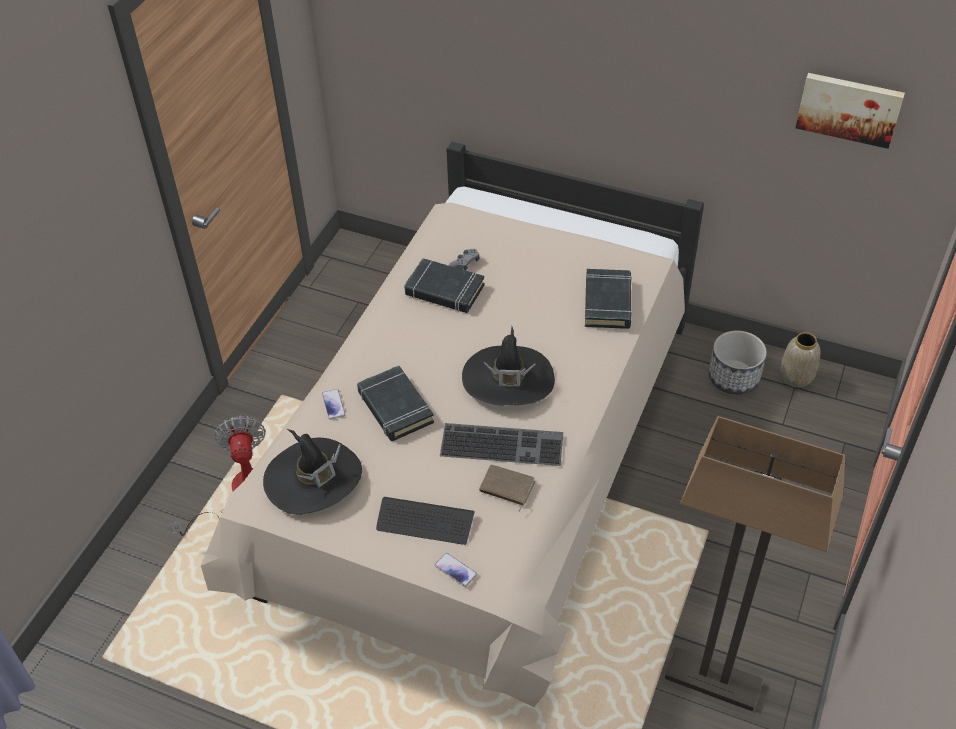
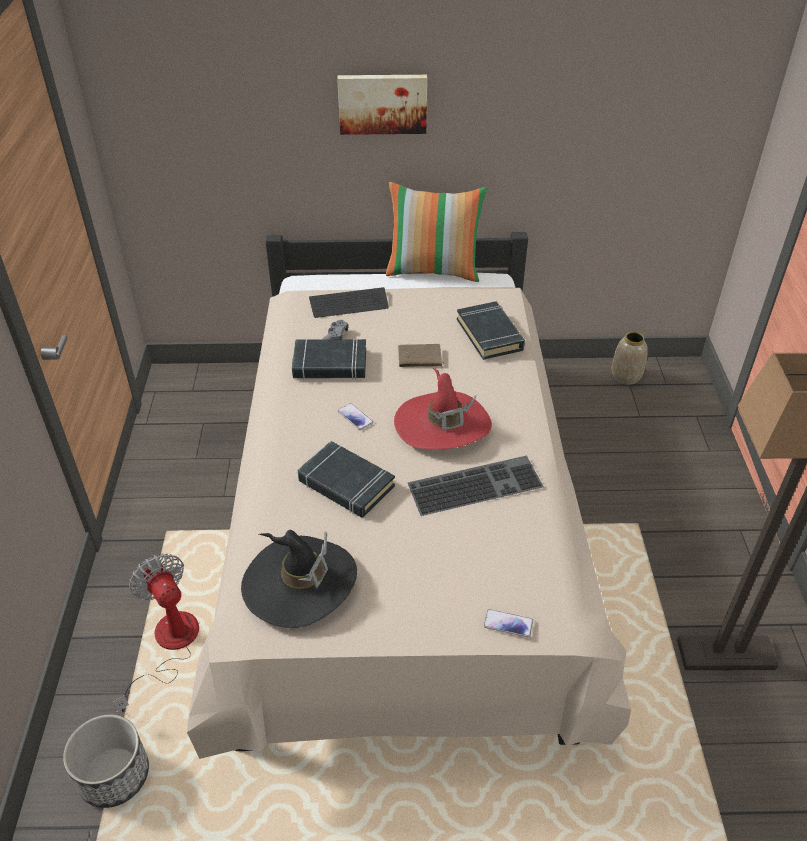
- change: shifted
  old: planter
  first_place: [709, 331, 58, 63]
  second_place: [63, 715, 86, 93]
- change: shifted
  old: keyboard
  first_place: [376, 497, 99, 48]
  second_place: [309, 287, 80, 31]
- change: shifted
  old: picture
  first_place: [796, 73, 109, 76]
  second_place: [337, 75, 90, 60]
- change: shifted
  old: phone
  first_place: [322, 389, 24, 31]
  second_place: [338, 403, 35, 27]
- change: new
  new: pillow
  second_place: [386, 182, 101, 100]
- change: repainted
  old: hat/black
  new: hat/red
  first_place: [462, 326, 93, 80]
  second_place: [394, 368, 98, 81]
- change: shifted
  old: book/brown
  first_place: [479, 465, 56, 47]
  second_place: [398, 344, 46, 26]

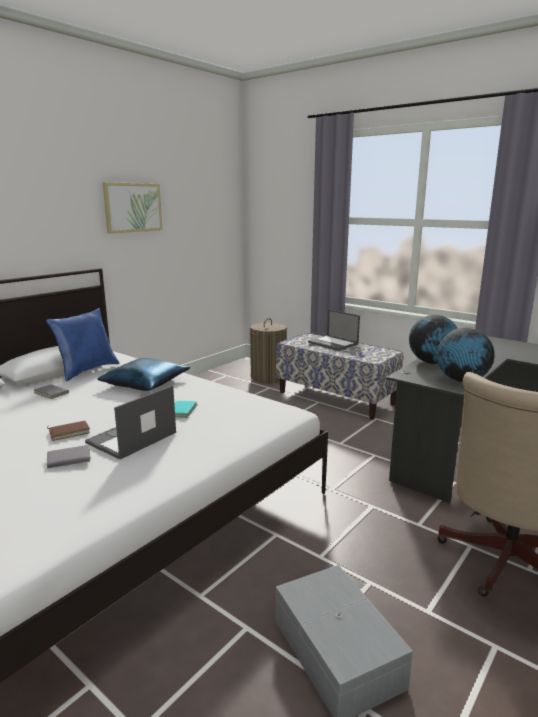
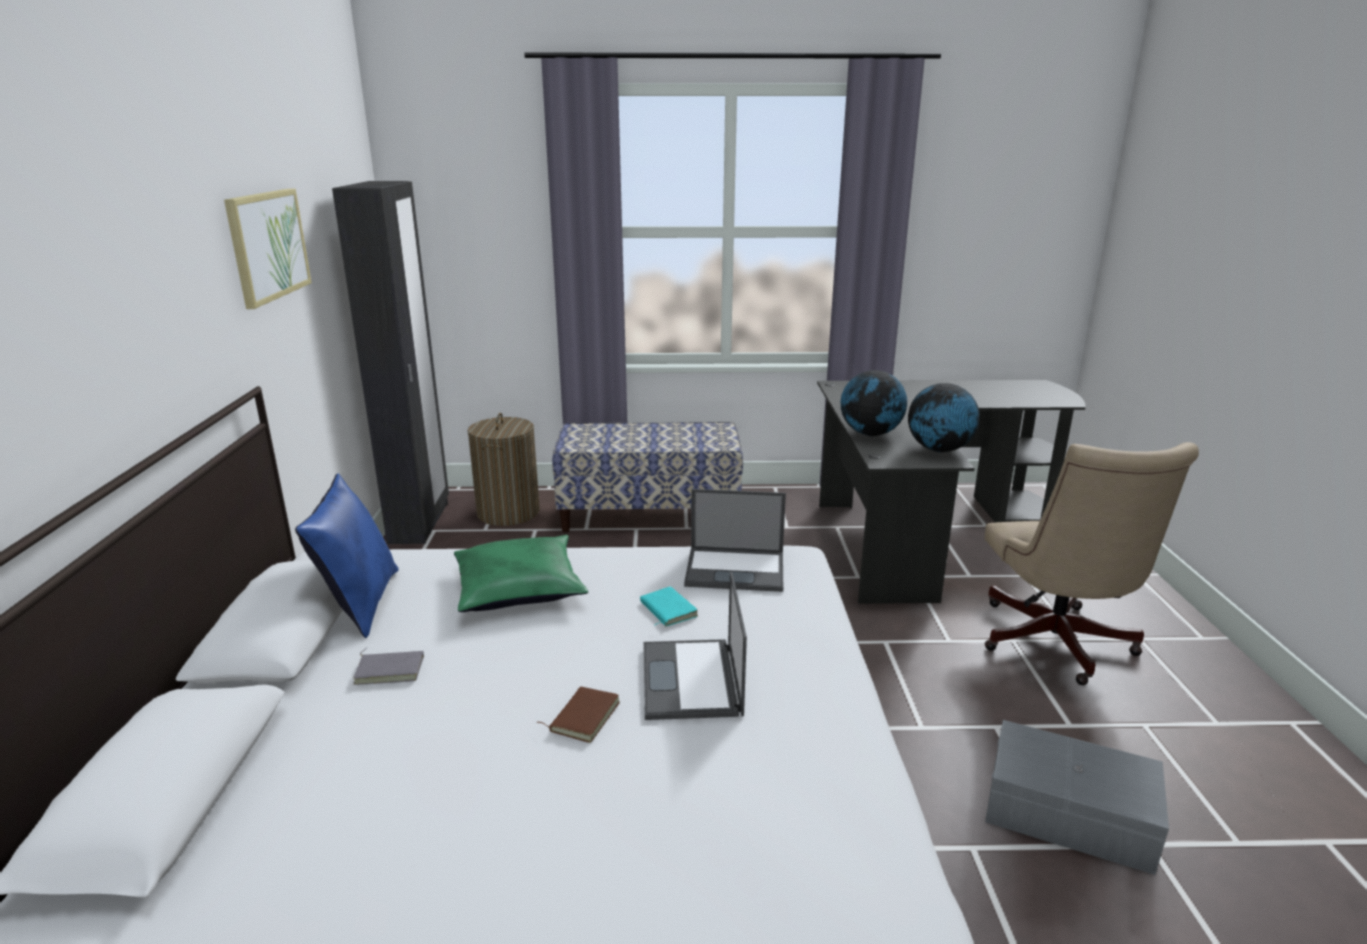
- change: new
  new: wardrobe/black
  second_place: [332, 181, 117, 363]
- change: repainted
  old: pillow/blue
  new: pillow/green
  first_place: [97, 358, 93, 33]
  second_place: [454, 535, 134, 77]
- change: shifted
  old: laptop
  first_place: [308, 309, 52, 42]
  second_place: [684, 489, 102, 103]
- change: gone
  old: book/grey
  first_place: [47, 445, 44, 23]

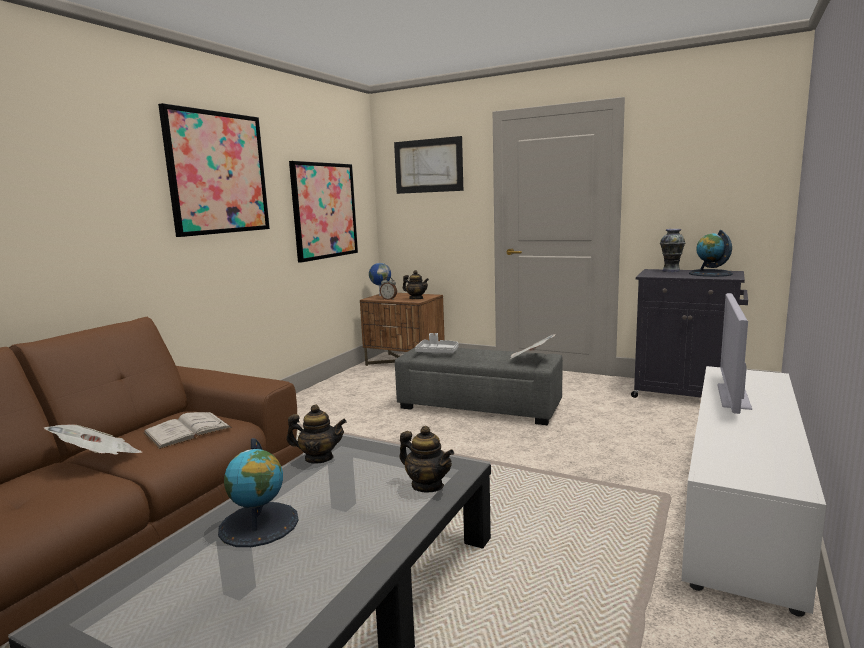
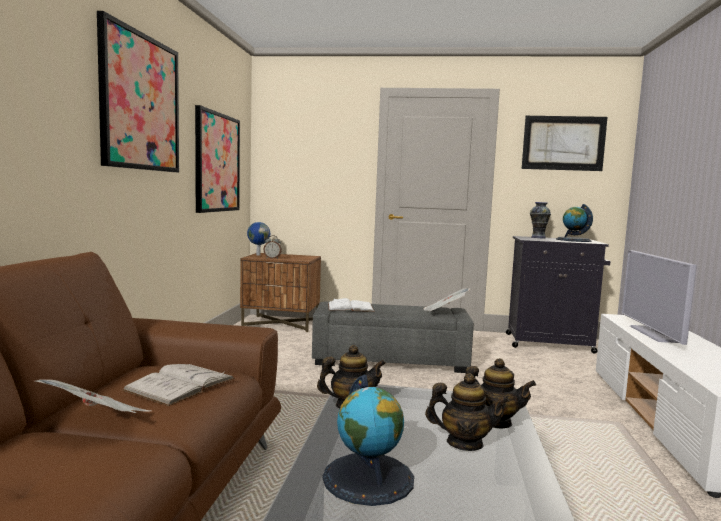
- change: swapped
  old: tray/grey
  new: book/white
  first_place: [415, 333, 44, 20]
  second_place: [328, 298, 46, 14]
- change: shifted
  old: teapot
  first_place: [403, 270, 26, 29]
  second_place: [425, 373, 84, 78]
- change: shifted
  old: picture
  first_place: [394, 136, 69, 58]
  second_place: [522, 116, 86, 55]

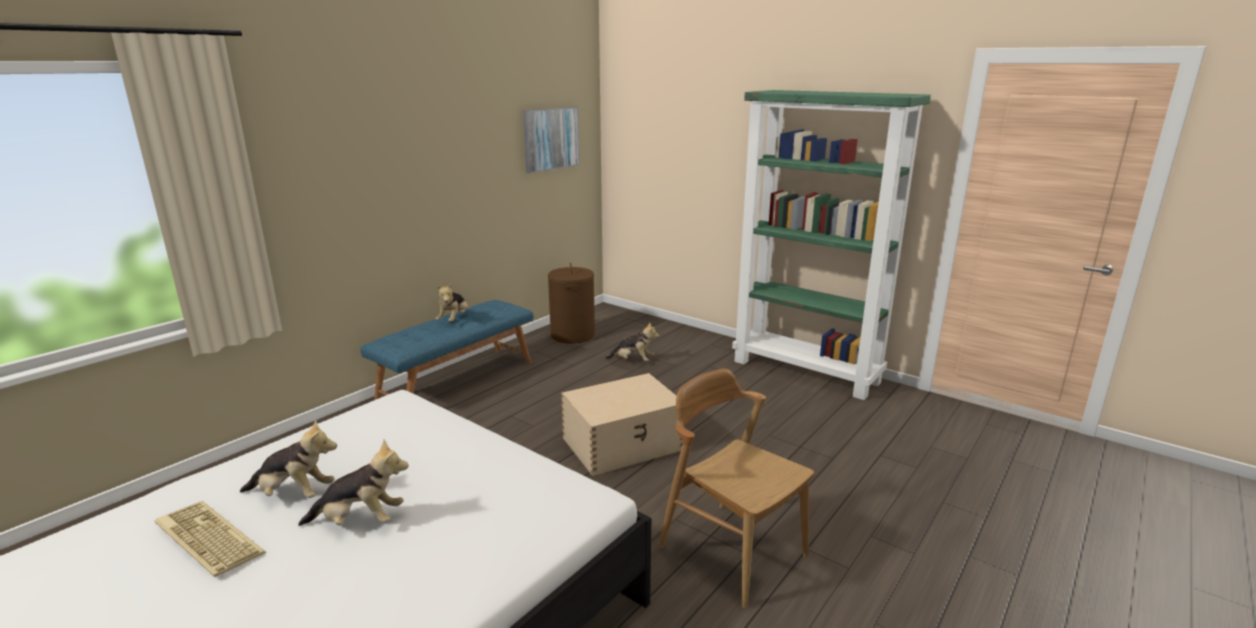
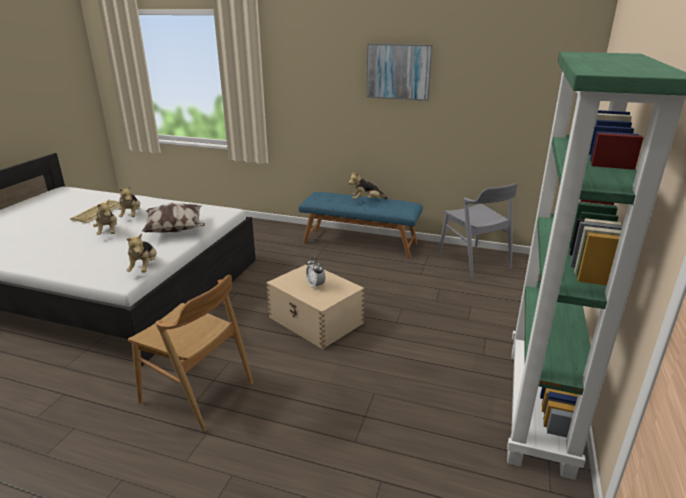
- change: shifted
  old: plush toy
  first_place: [606, 322, 53, 39]
  second_place: [127, 233, 30, 39]
- change: rotated
  old: chair/brown
  first_place: [659, 368, 155, 240]
  second_place: [128, 275, 125, 157]
  degrees: 90
- change: new
  new: pillow
  second_place: [142, 203, 63, 30]
- change: new
  new: alarm clock
  second_place: [306, 257, 19, 32]
- change: shifted
  old: picture
  first_place: [523, 107, 57, 67]
  second_place: [366, 43, 67, 58]
- change: swapped
  old: laundry basket/brown
  new: chair/grey
  first_place: [548, 263, 47, 81]
  second_place: [438, 183, 80, 96]

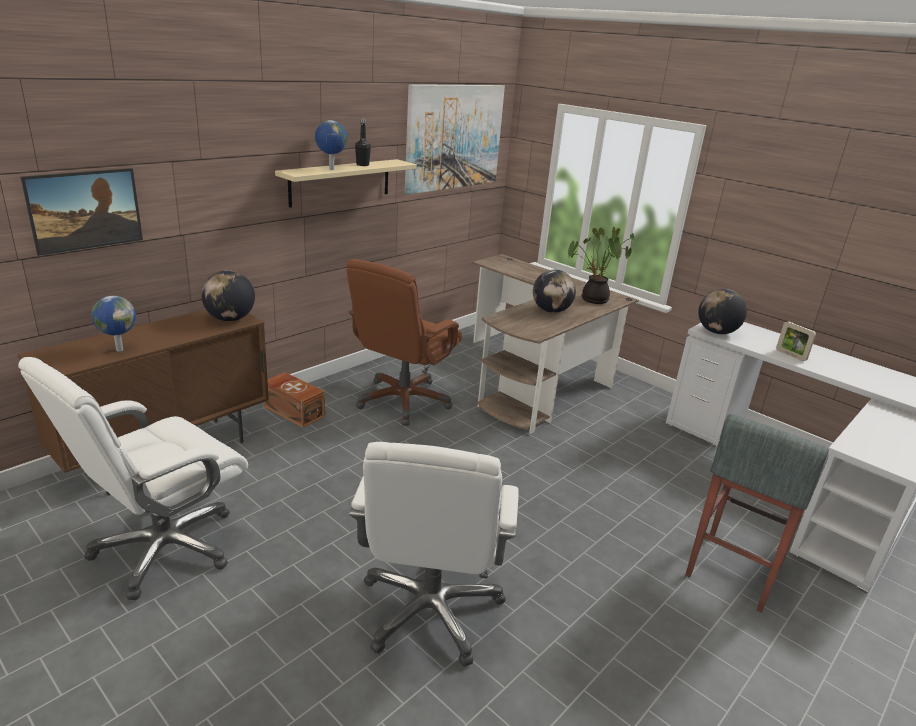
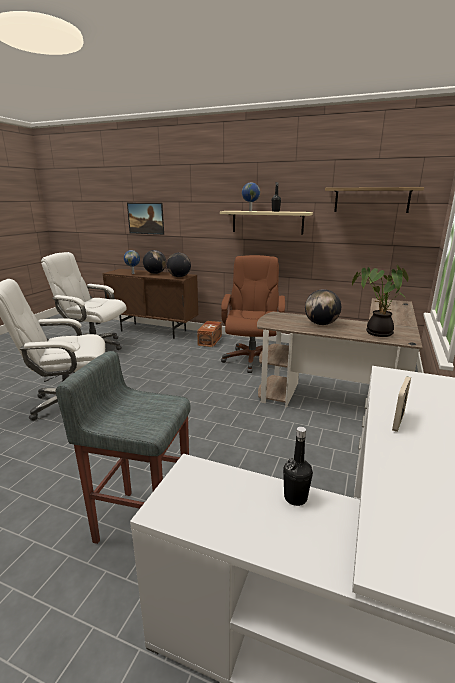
- change: shifted
  old: globe
  first_place: [698, 289, 49, 45]
  second_place: [143, 250, 23, 24]
- change: rotated
  old: office chair/brown
  first_place: [346, 259, 116, 167]
  second_place: [221, 255, 64, 118]
  degrees: 90
- change: new
  new: bottle/black
  second_place: [283, 427, 30, 79]
- change: swapped
  old: picture
  new: shelf
  first_place: [405, 84, 100, 111]
  second_place: [325, 187, 99, 26]

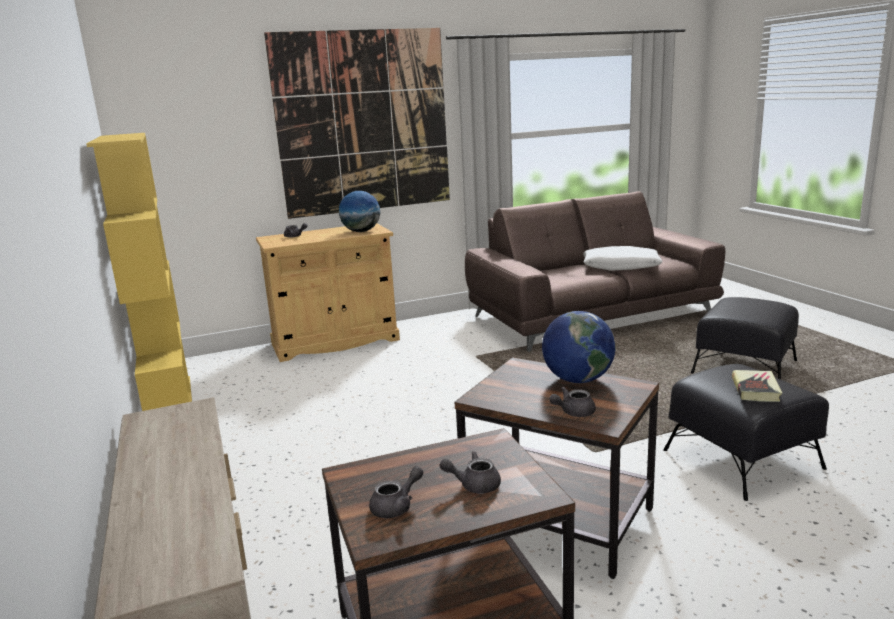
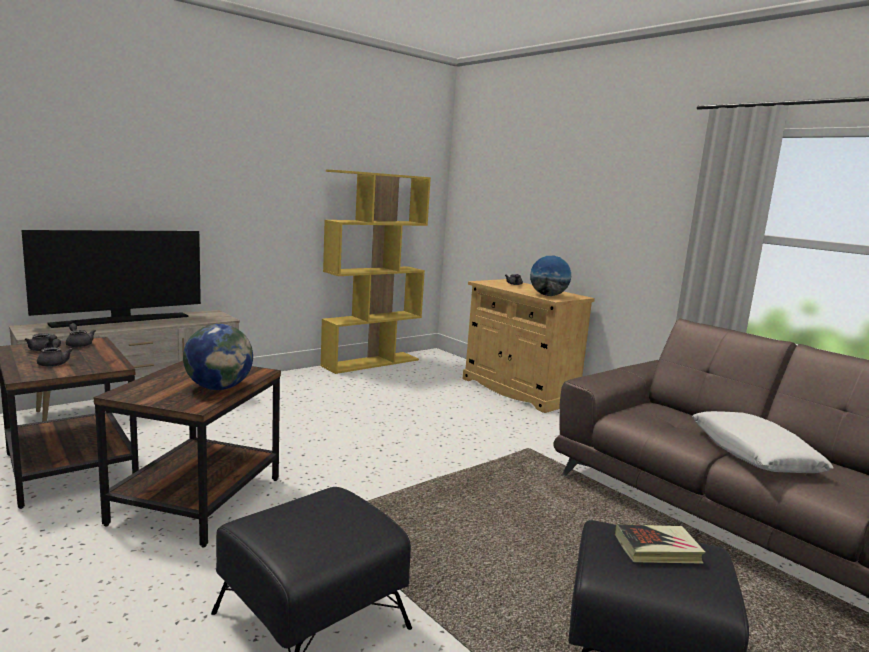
- change: new
  new: television
  second_place: [22, 230, 179, 98]
- change: shifted
  old: teapot/grey
  first_place: [549, 387, 47, 30]
  second_place: [66, 323, 30, 24]
- change: shifted
  old: book
  first_place: [732, 370, 50, 32]
  second_place: [615, 524, 90, 40]
- change: gone
  old: picture
  first_place: [264, 28, 186, 191]

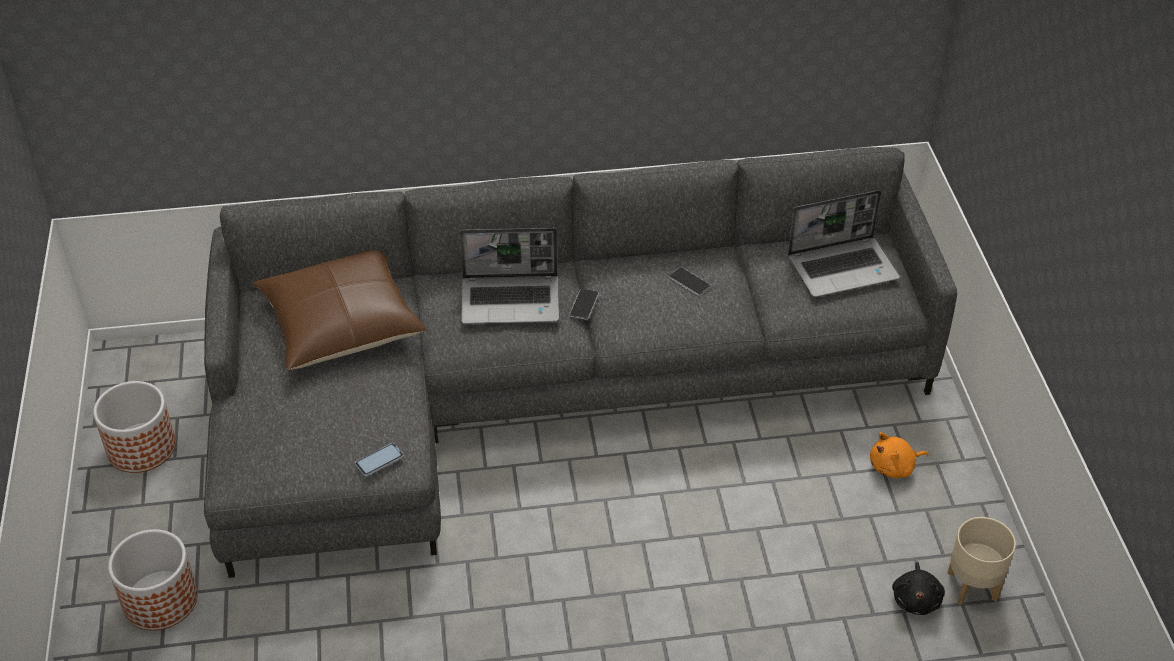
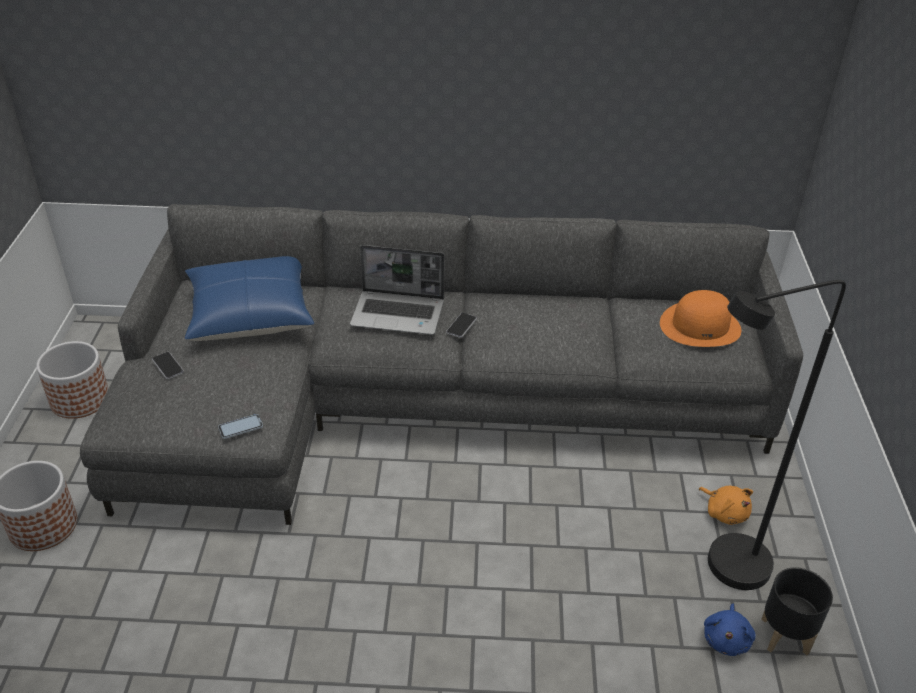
- change: shifted
  old: phone
  first_place: [669, 267, 42, 29]
  second_place: [152, 352, 32, 27]
- change: repainted
  old: pillow/brown
  new: pillow/blue
  first_place: [253, 250, 173, 119]
  second_place: [185, 256, 129, 85]
- change: swapped
  old: laptop
  new: hat/orange
  first_place: [788, 190, 112, 107]
  second_place: [660, 290, 81, 57]
- change: rotated
  old: plush toy/orange
  first_place: [870, 432, 59, 46]
  second_place: [699, 486, 54, 39]
  degrees: -120
- change: repainted
  old: plush toy/black
  new: plush toy/blue
  first_place: [892, 562, 53, 53]
  second_place: [704, 603, 52, 53]
- change: new
  new: floor lamp/black
  second_place: [708, 280, 138, 310]
- change: repainted
  old: planter/beige
  new: planter/black
  first_place: [947, 517, 69, 88]
  second_place: [761, 567, 72, 88]

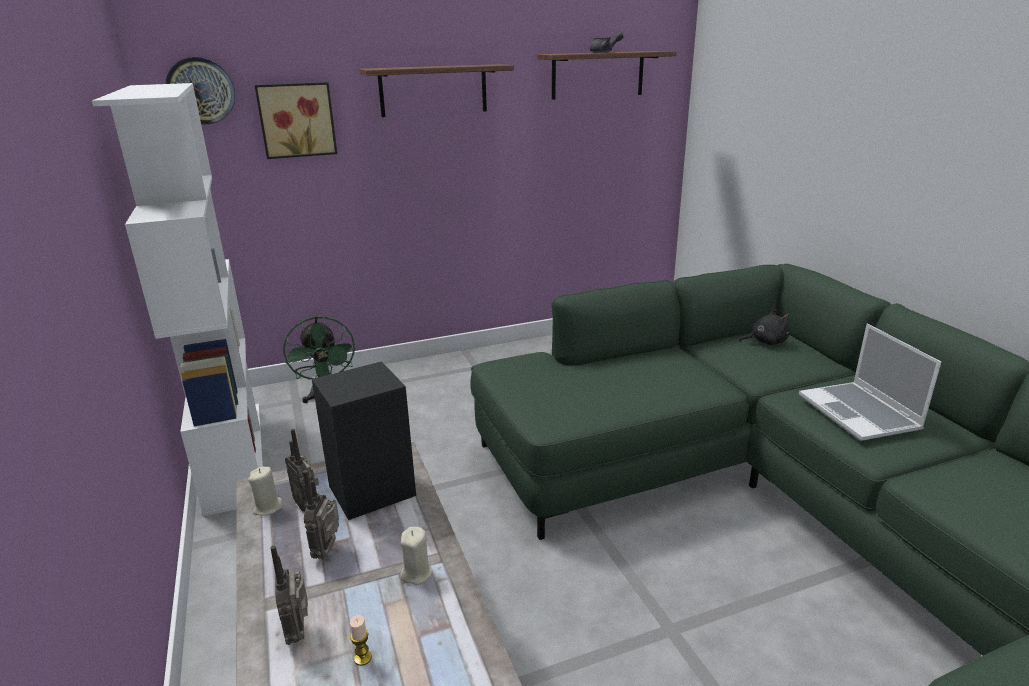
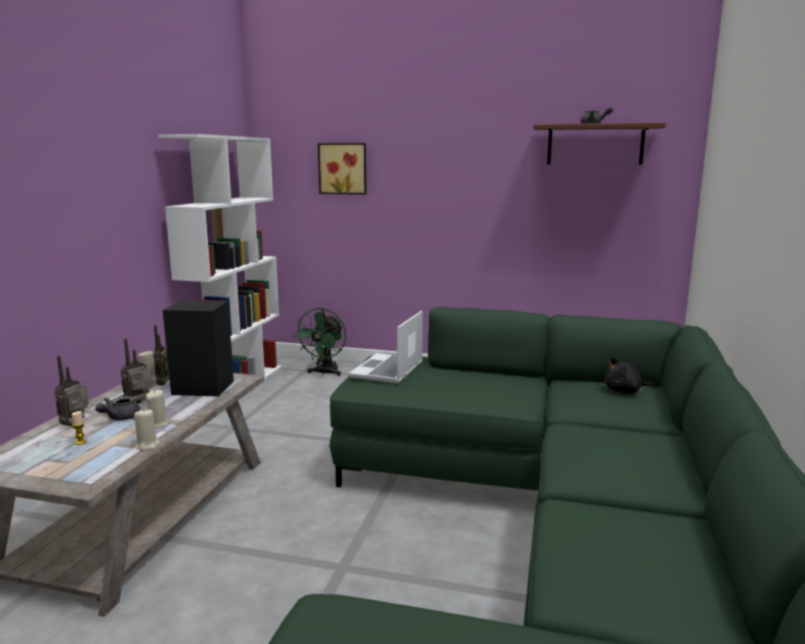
- change: new
  new: teapot/grey
  second_place: [95, 396, 46, 24]
- change: new
  new: candle/beige
  second_place: [134, 408, 26, 43]
- change: shifted
  old: laptop
  first_place: [799, 324, 142, 117]
  second_place: [349, 310, 74, 74]
- change: rotated
  old: plush toy/black
  first_place: [739, 309, 51, 36]
  second_place: [604, 357, 51, 36]
  degrees: 150
- change: gone
  old: wall clock
  first_place: [165, 57, 70, 68]
- change: gone
  old: shelf
  first_place: [359, 64, 155, 53]

